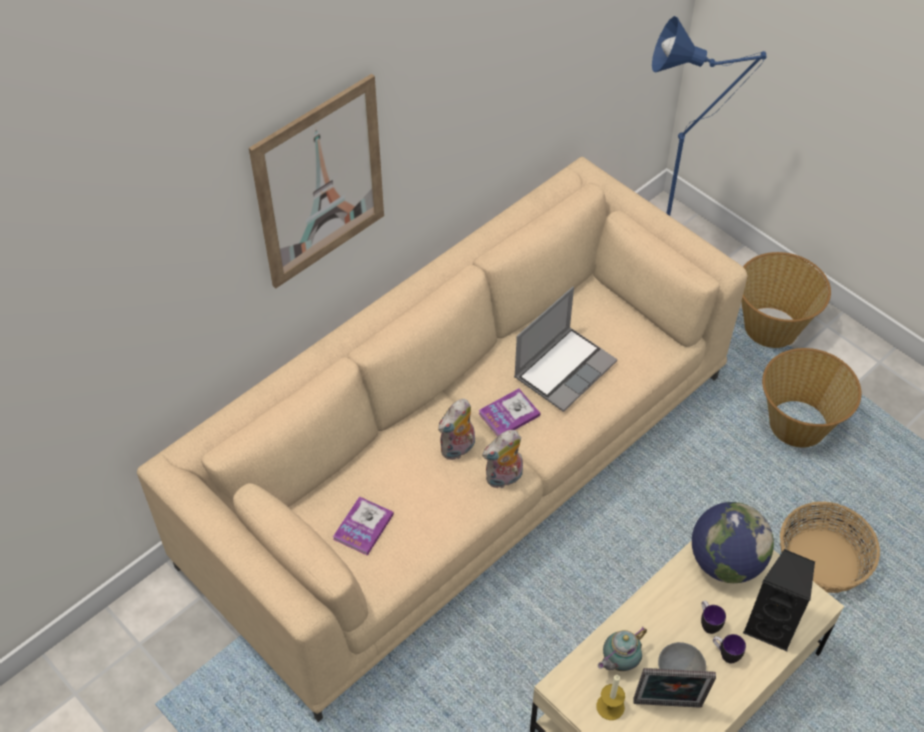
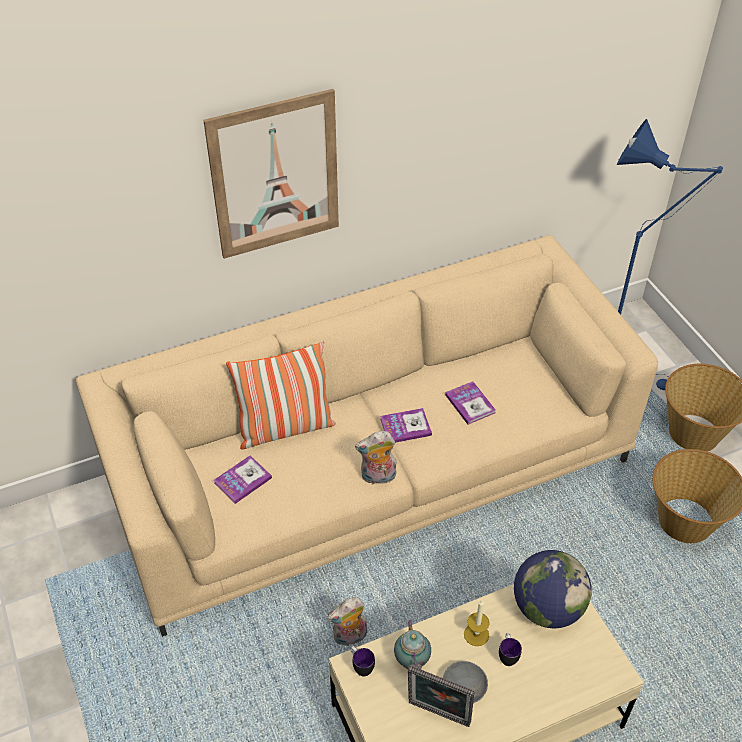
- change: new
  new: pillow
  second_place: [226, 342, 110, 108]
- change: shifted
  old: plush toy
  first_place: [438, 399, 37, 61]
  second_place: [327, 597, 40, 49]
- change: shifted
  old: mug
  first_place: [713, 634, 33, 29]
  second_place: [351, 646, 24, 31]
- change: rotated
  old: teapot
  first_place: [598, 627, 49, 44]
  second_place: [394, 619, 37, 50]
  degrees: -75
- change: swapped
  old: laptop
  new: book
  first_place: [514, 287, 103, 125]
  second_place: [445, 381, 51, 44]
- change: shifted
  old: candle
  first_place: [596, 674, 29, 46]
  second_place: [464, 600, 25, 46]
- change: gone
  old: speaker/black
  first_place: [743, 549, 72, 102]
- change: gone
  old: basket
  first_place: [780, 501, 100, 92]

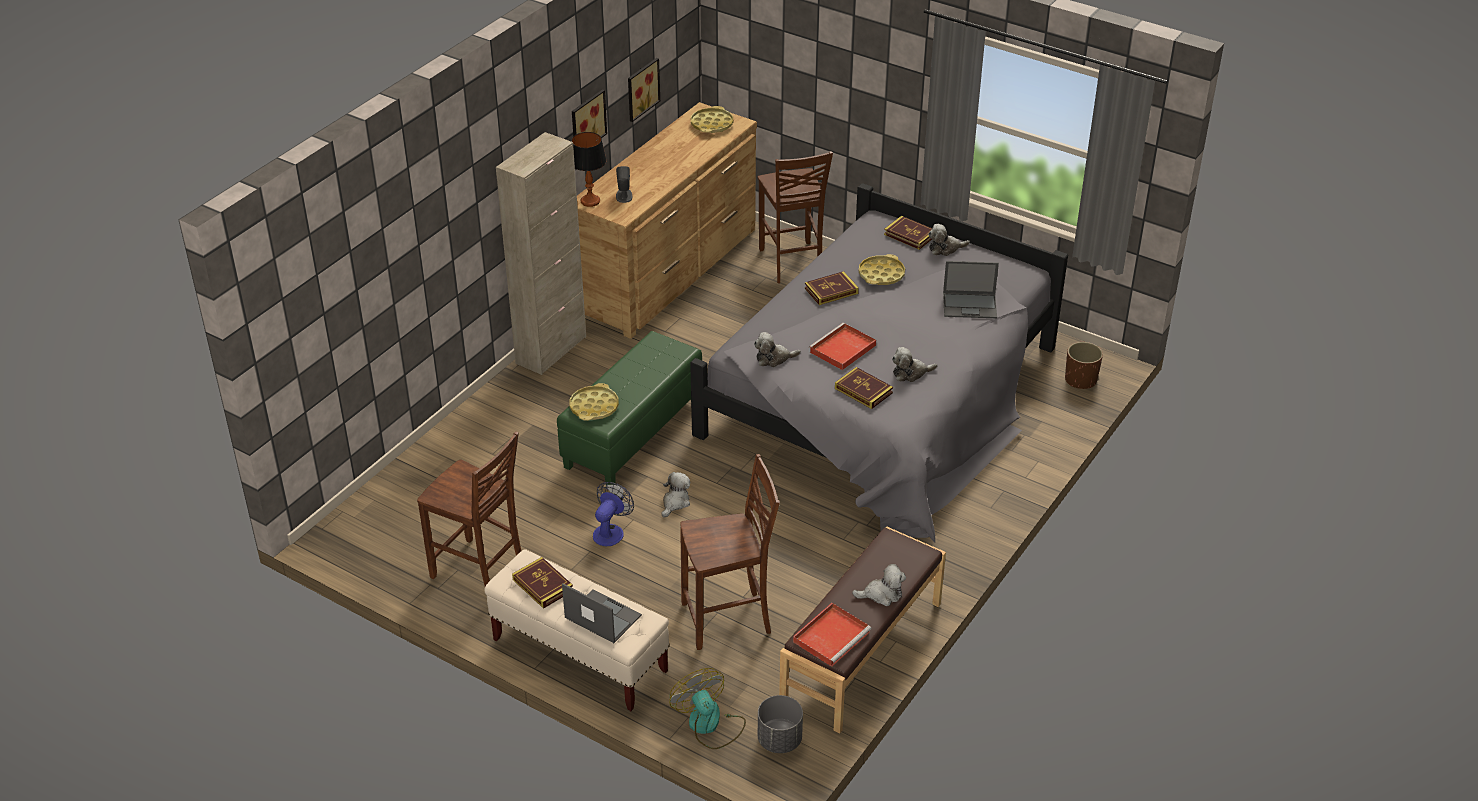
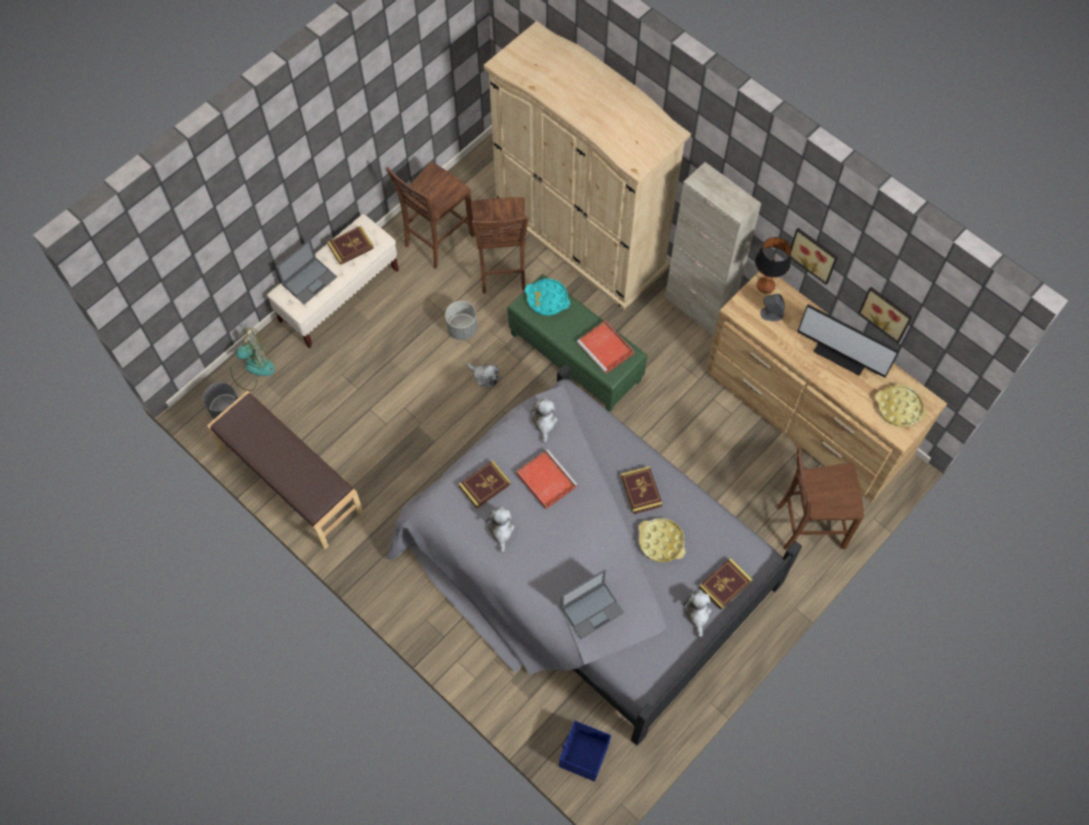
- change: swapped
  old: fan
  new: planter/grey
  first_place: [593, 482, 41, 64]
  second_place: [445, 301, 33, 39]
- change: shifted
  old: chair/brown
  first_place: [680, 454, 100, 196]
  second_place: [471, 197, 58, 97]
- change: new
  new: wardrobe/beige
  second_place: [484, 21, 207, 289]
- change: repainted
  old: tray/yellow
  new: tray/turquoise
  first_place: [569, 383, 50, 38]
  second_place: [525, 279, 45, 37]
- change: swapped
  old: planter/brown
  new: storage box/blue
  first_place: [1065, 342, 38, 47]
  second_place: [559, 721, 52, 61]
- change: rotated
  old: laptop
  first_place: [943, 261, 56, 57]
  second_place: [560, 570, 64, 69]
  degrees: -135
- change: shifted
  old: tray/red
  first_place: [793, 603, 78, 64]
  second_place: [577, 320, 57, 54]
- change: new
  new: monitor
  second_place: [797, 304, 102, 74]
- change: gone
  old: plush toy
  first_place: [852, 564, 54, 42]

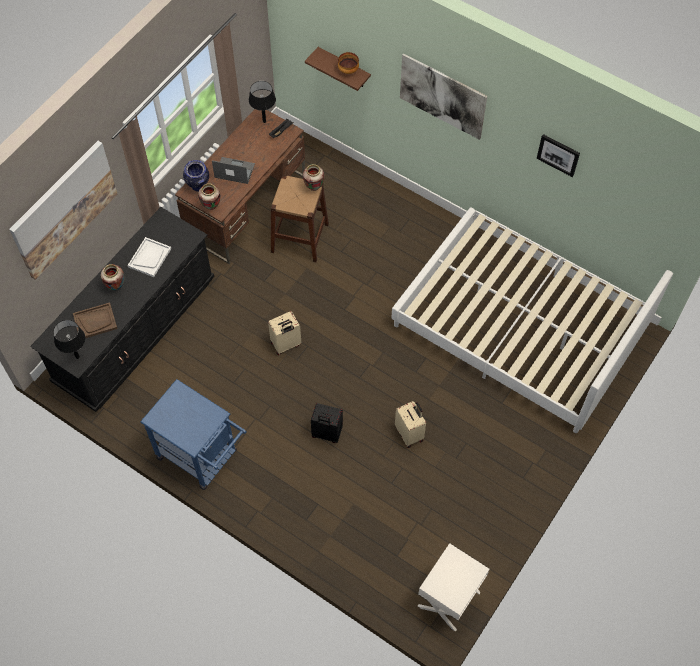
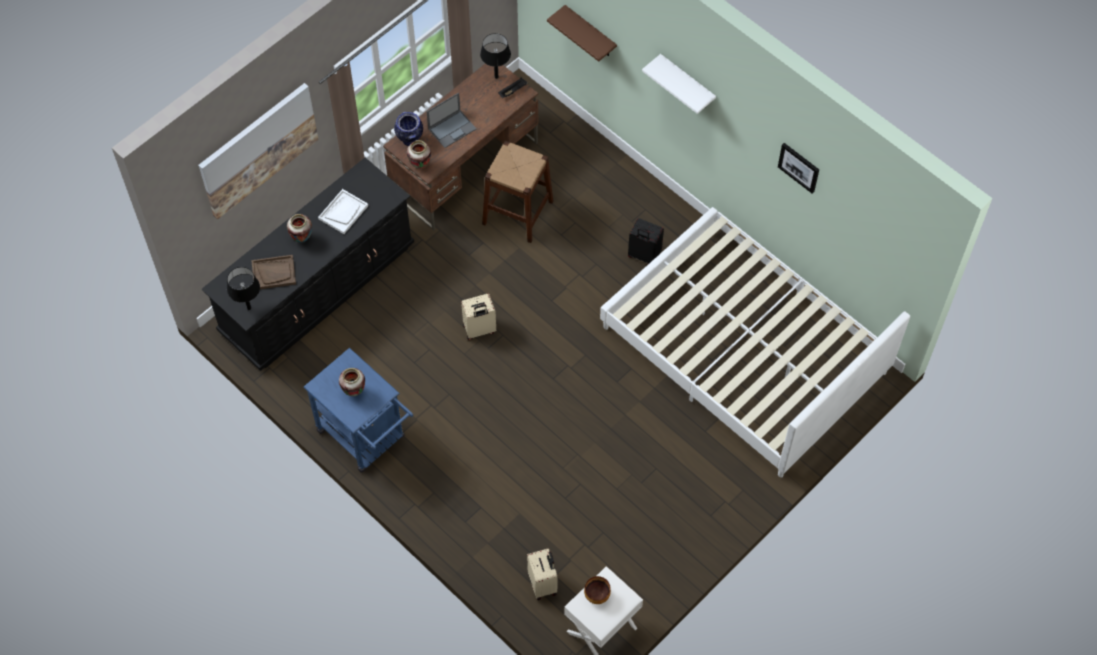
- change: shifted
  old: vase
  first_place: [303, 164, 22, 27]
  second_place: [339, 368, 26, 28]
- change: rotated
  old: laptop
  first_place: [212, 157, 43, 27]
  second_place: [426, 93, 50, 55]
  degrees: 120
- change: shifted
  old: suitcase/beige
  first_place: [395, 401, 31, 47]
  second_place: [527, 548, 31, 52]
- change: shifted
  old: bowl
  first_place: [338, 52, 21, 22]
  second_place: [584, 576, 27, 28]
- change: shifted
  old: suitcase/black
  first_place: [311, 403, 32, 40]
  second_place: [628, 218, 36, 46]
- change: swapped
  old: picture
  new: shelf/white
  first_place: [400, 53, 87, 87]
  second_place: [642, 54, 74, 60]

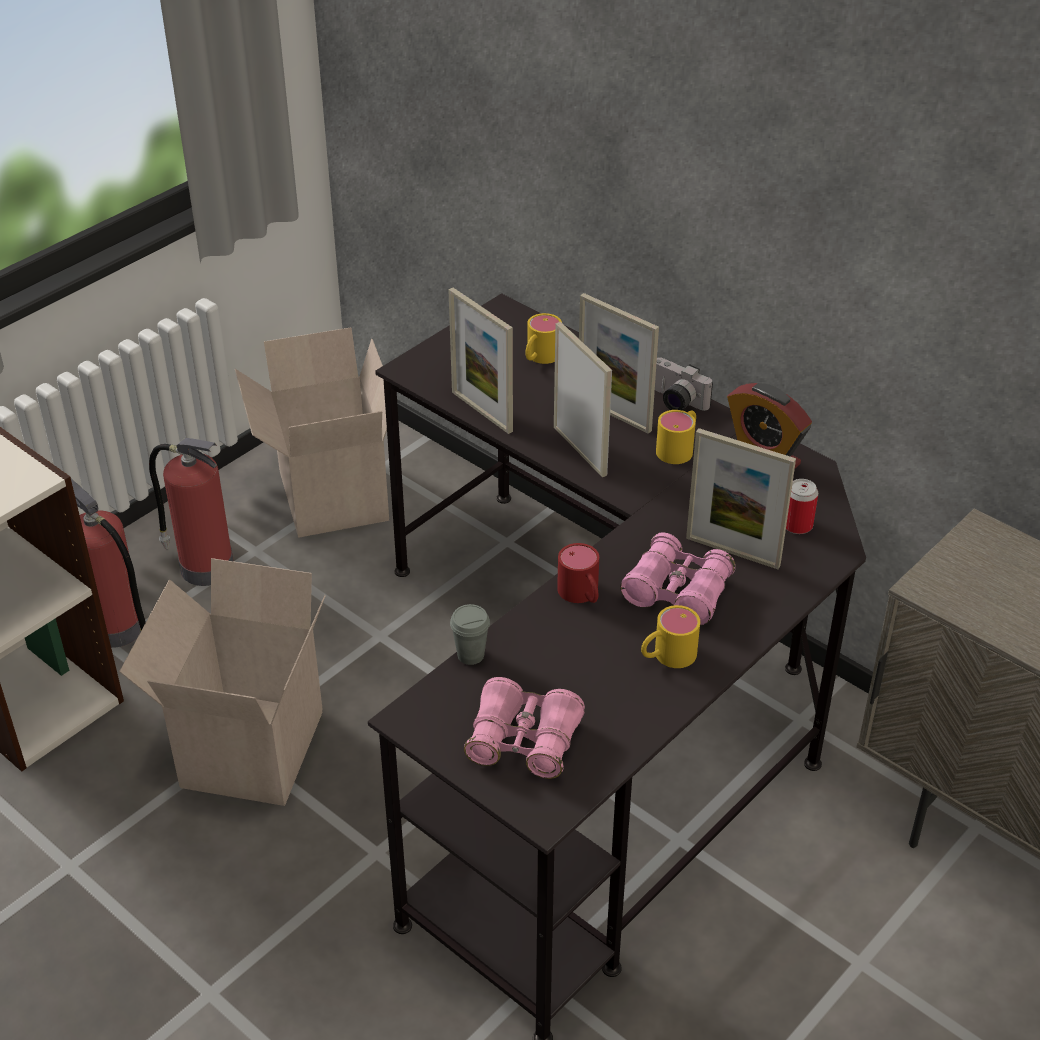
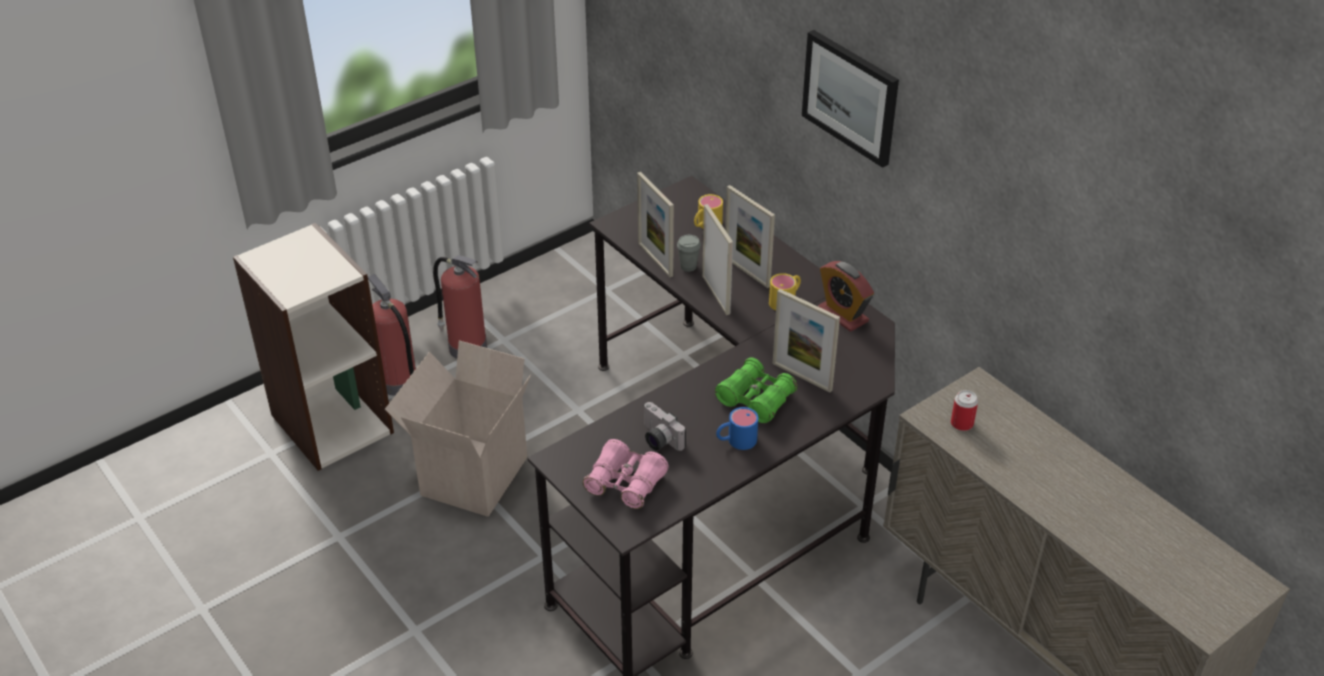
- change: shifted
  old: photo camera
  first_place: [655, 357, 58, 54]
  second_place: [644, 402, 42, 49]
- change: shifted
  old: cup/grey
  first_place: [450, 604, 40, 61]
  second_place: [677, 235, 24, 37]
- change: repainted
  old: binoculars/pink
  new: binoculars/green
  first_place: [620, 532, 116, 93]
  second_place: [715, 358, 83, 65]
- change: repainted
  old: mug/yellow
  new: mug/blue
  first_place: [641, 605, 59, 63]
  second_place: [716, 407, 42, 43]
- change: new
  new: picture
  second_place: [802, 30, 97, 138]
- change: shifted
  old: can
  first_place: [786, 479, 32, 55]
  second_place: [951, 390, 27, 41]
- change: gone
  old: cardboard box
  first_place: [235, 327, 154, 211]
- change: gone
  old: mug/red
  first_place: [557, 543, 42, 60]

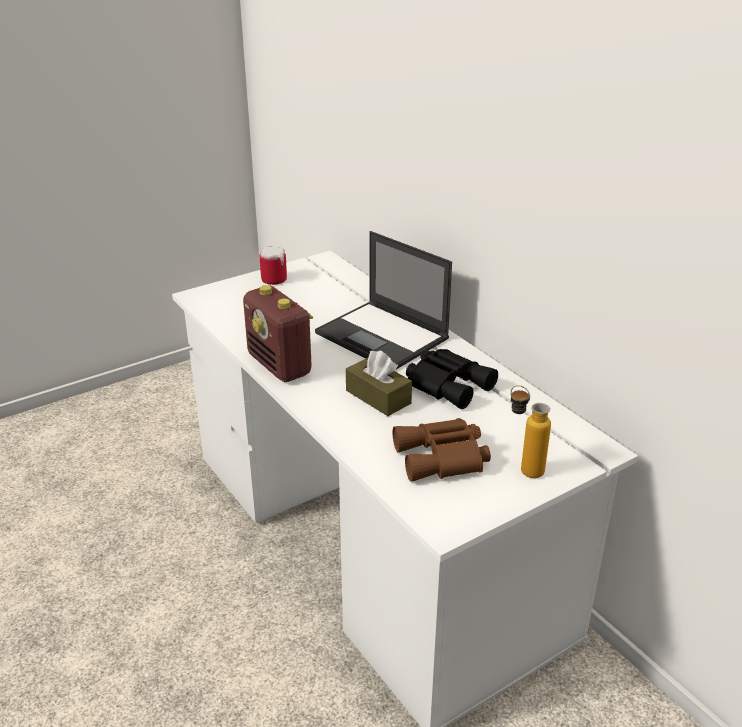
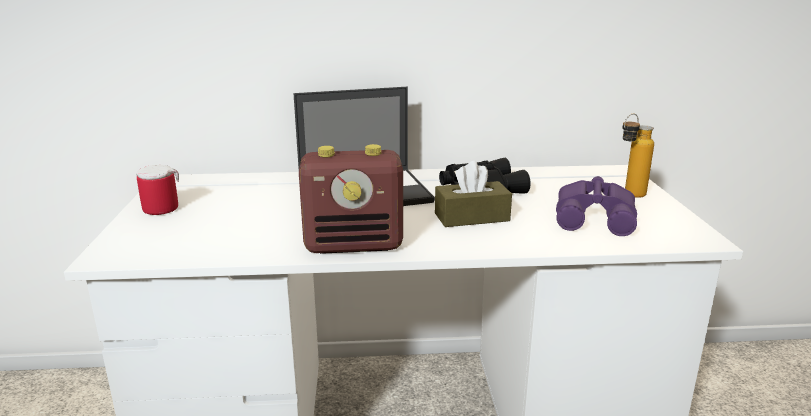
- change: repainted
  old: binoculars/brown
  new: binoculars/purple
  first_place: [393, 418, 98, 64]
  second_place: [556, 176, 81, 60]

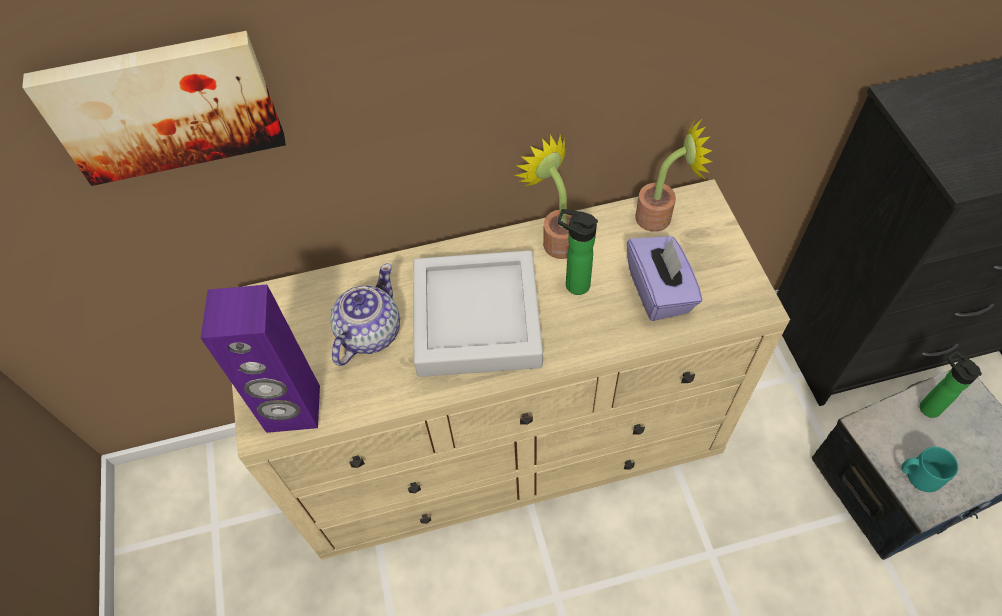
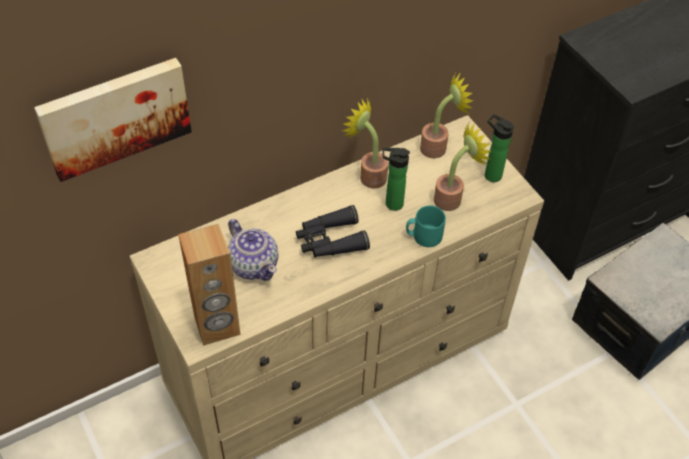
- change: repainted
  old: speaker/purple
  new: speaker/brown
  first_place: [201, 285, 119, 148]
  second_place: [178, 224, 63, 122]
- change: rotated
  old: teapot
  first_place: [330, 263, 70, 103]
  second_place: [228, 219, 50, 62]
  degrees: 135
- change: swapped
  old: tray/grey
  new: binoculars/black
  first_place: [413, 250, 130, 127]
  second_place: [296, 205, 74, 52]
- change: shifted
  old: mug/turquoise
  first_place: [901, 447, 57, 45]
  second_place: [406, 205, 40, 42]
- change: swapped
  old: tissue box/purple
  new: potted plant
  first_place: [627, 236, 76, 85]
  second_place: [434, 123, 58, 88]
- change: shifted
  old: bottle
  first_place: [920, 351, 62, 67]
  second_place: [485, 114, 29, 68]

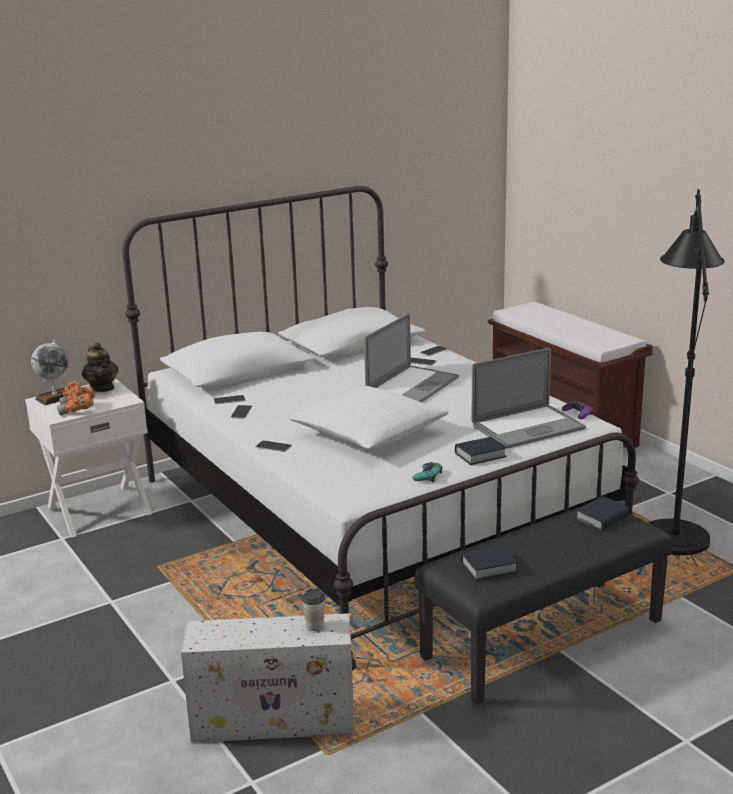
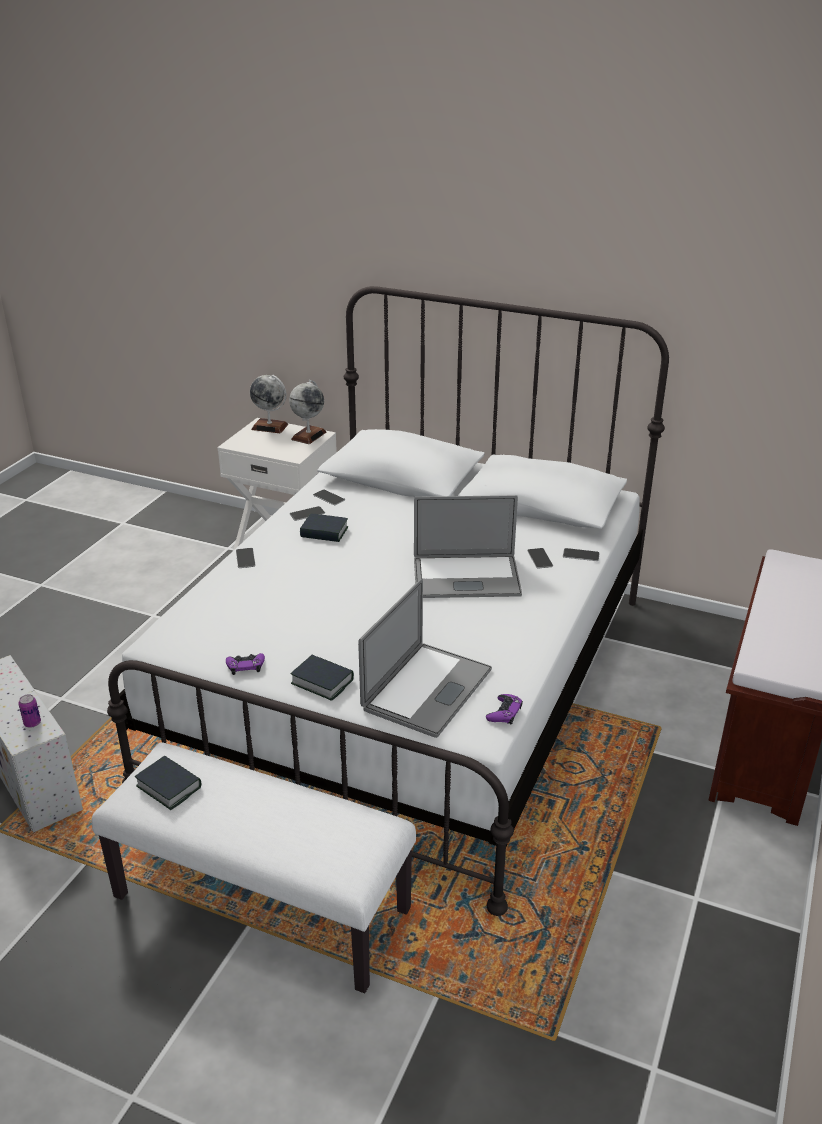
- change: swapped
  old: cup
  new: can
  first_place: [302, 589, 23, 42]
  second_place: [19, 694, 22, 34]
- change: repainted
  old: bench/black
  new: bench/white
  first_place: [415, 507, 258, 198]
  second_place: [91, 742, 325, 251]
- change: repainted
  old: game controller/turquoise
  new: game controller/purple
  first_place: [412, 462, 31, 20]
  second_place: [226, 653, 39, 22]
- change: swapped
  old: teapot
  new: globe
  first_place: [82, 342, 36, 50]
  second_place: [289, 380, 37, 64]
- change: shifted
  old: book
  first_place: [575, 496, 54, 35]
  second_place: [300, 514, 48, 28]
- change: rotated
  old: laptop
  first_place: [472, 348, 114, 101]
  second_place: [358, 578, 134, 160]
  degrees: -90
- change: gone
  old: binoculars/orange
  first_place: [57, 381, 39, 34]
- change: gone
  old: pillow/white
  first_place: [290, 386, 159, 64]
- change: gone
  old: floor lamp/black
  first_place: [649, 189, 76, 378]

